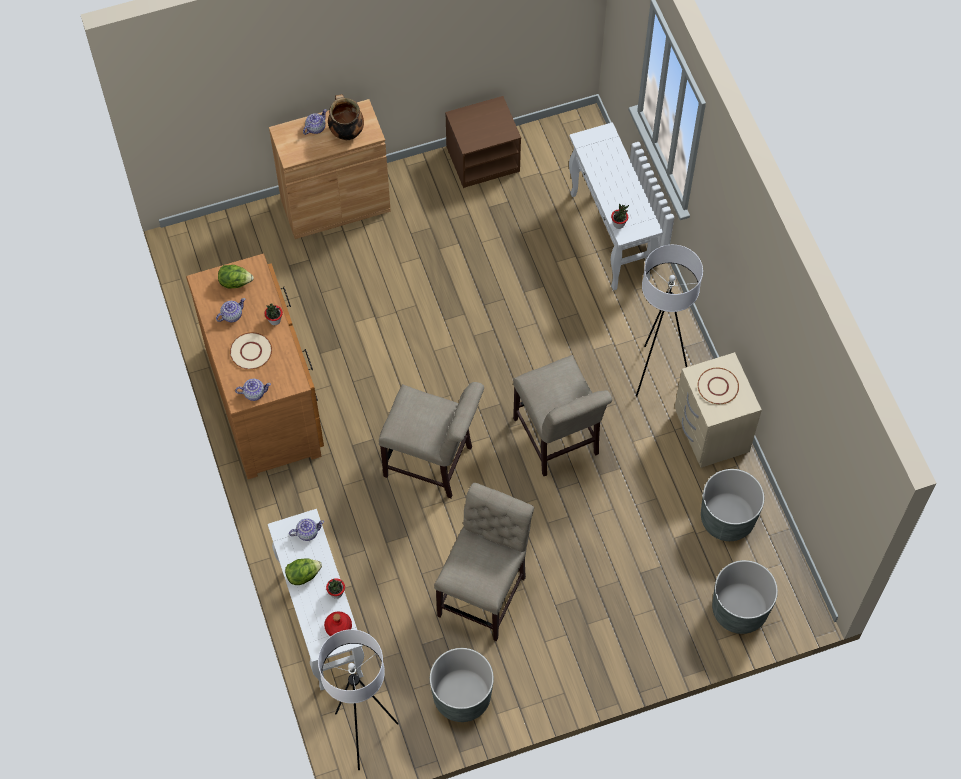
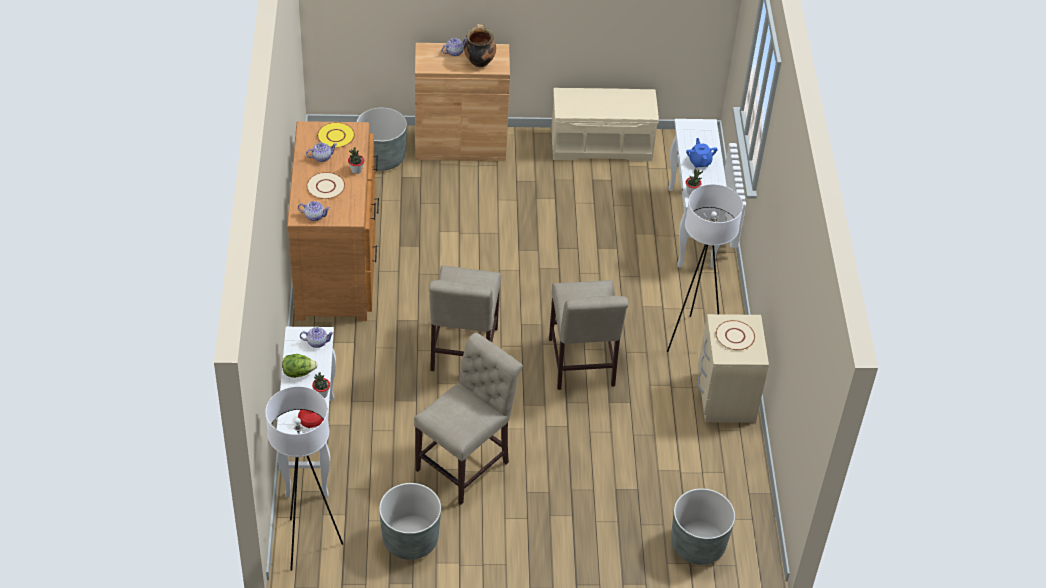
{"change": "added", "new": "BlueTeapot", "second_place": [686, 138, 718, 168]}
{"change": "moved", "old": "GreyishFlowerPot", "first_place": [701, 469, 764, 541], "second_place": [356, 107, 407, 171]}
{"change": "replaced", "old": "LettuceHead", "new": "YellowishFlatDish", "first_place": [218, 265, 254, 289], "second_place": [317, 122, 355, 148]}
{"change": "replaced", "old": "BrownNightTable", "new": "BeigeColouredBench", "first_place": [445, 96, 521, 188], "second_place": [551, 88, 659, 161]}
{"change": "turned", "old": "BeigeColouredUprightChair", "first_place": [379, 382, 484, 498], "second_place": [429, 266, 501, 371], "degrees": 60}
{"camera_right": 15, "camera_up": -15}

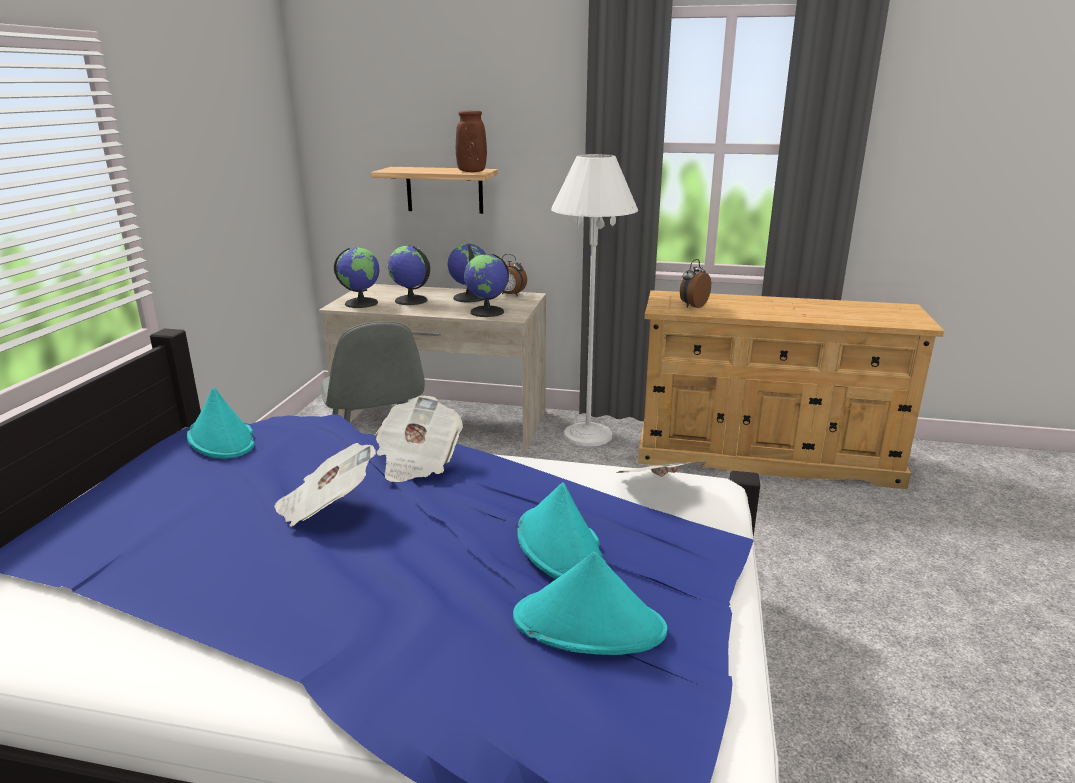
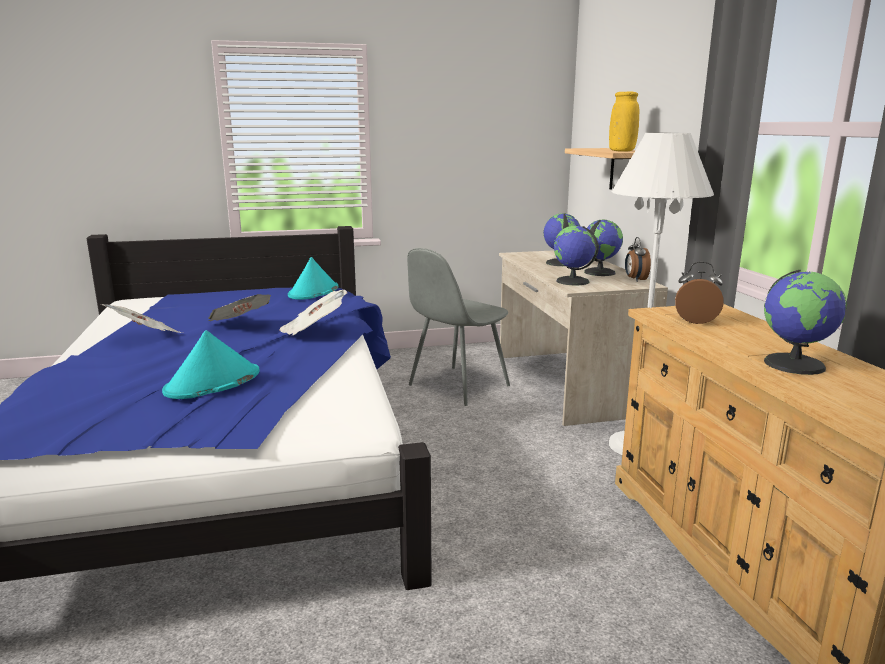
{"change": "removed", "old": "TurquoiseWearableHat", "first_place": [513, 552, 667, 655]}
{"change": "moved", "old": "WorldGlobe", "first_place": [334, 247, 379, 308], "second_place": [764, 270, 847, 375]}
{"change": "moved", "old": "DailyPaper", "first_place": [616, 462, 706, 477], "second_place": [100, 304, 182, 333]}
{"change": "recoloured", "old": "BrownFlowerVase", "new": "YellowishFlowerVase", "first_place": [456, 111, 487, 172], "second_place": [609, 92, 639, 152]}
{"camera_right": 65, "camera_up": -5}

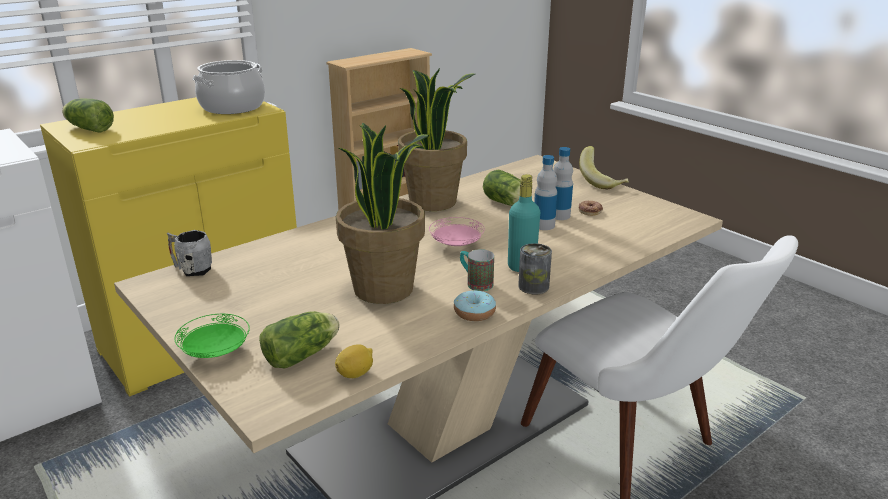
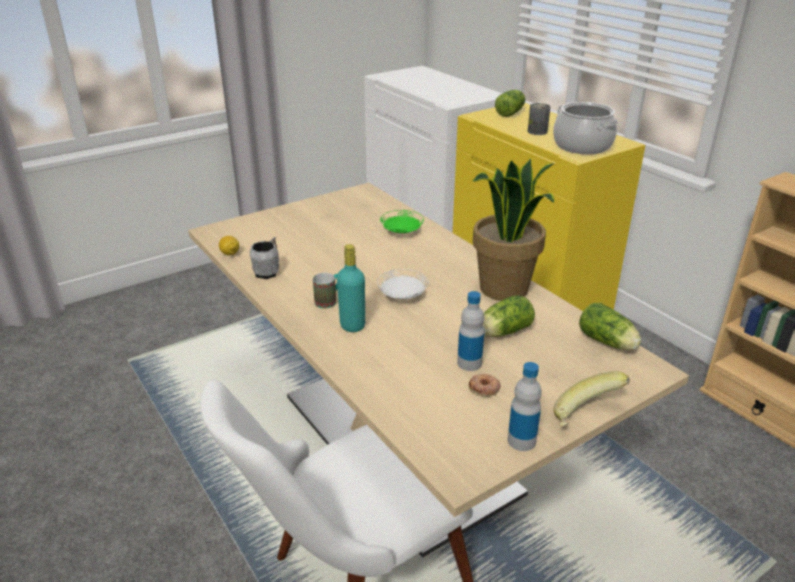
{"change": "removed", "old": "Houseplant", "first_place": [336, 122, 430, 304]}
{"change": "removed", "old": "Donut", "first_place": [454, 290, 496, 321]}
{"change": "moved", "old": "GreyishTeaMug", "first_place": [167, 230, 212, 276], "second_place": [250, 237, 279, 279]}
{"change": "moved", "old": "GreenishFlatDish", "first_place": [174, 314, 250, 358], "second_place": [380, 210, 424, 233]}
{"change": "moved", "old": "LettuceHead", "first_place": [259, 311, 340, 368], "second_place": [579, 303, 642, 351]}
{"change": "moved", "old": "Can", "first_place": [518, 243, 552, 294], "second_place": [528, 103, 550, 135]}
{"change": "moved", "old": "Bottle", "first_place": [534, 155, 557, 230], "second_place": [508, 362, 542, 451]}
{"change": "recoloured", "old": "PinkishFlatDish", "new": "WhiteFlatDish", "first_place": [429, 217, 485, 246], "second_place": [377, 269, 428, 299]}
{"camera_right": 95, "camera_up": 5}

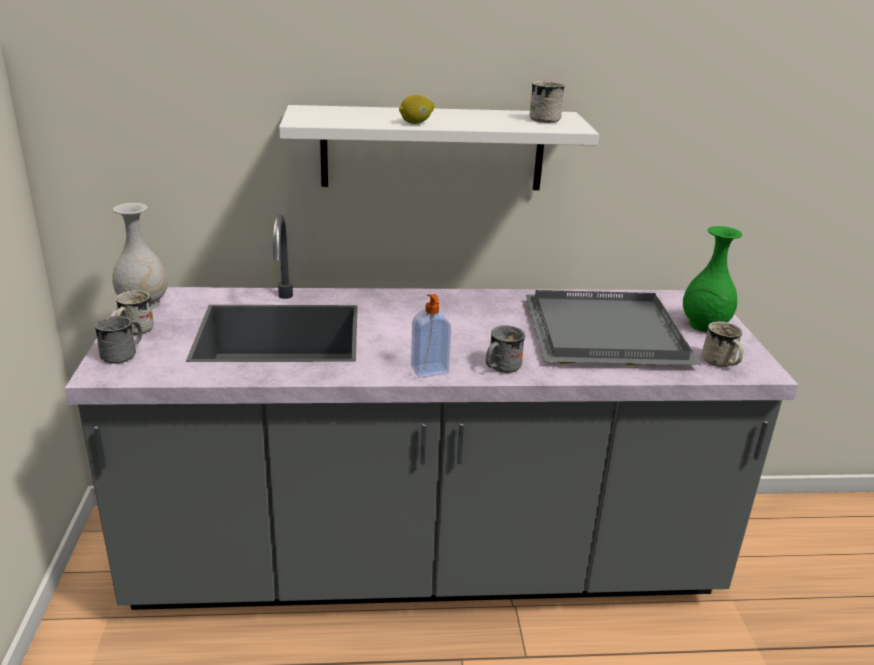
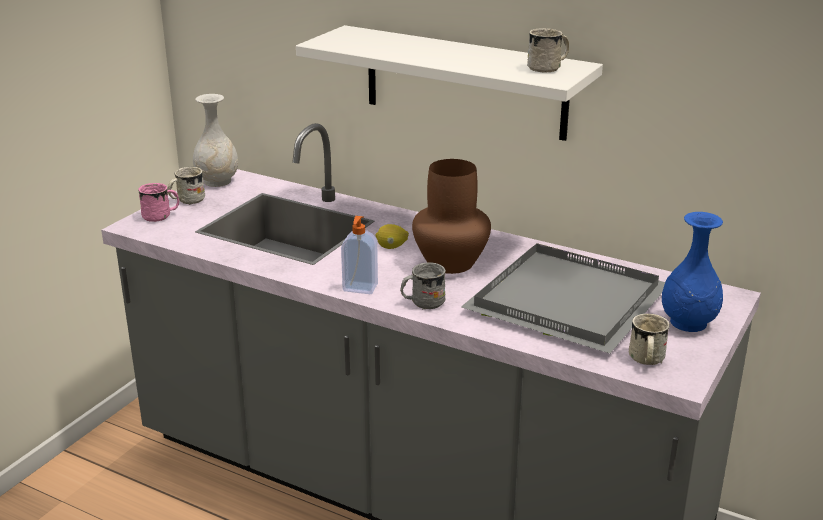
{"change": "added", "new": "BrownFlowerVase", "second_place": [412, 159, 491, 274]}
{"change": "moved", "old": "WholeLemon", "first_place": [399, 95, 434, 124], "second_place": [375, 224, 409, 249]}
{"change": "recoloured", "old": "GreyishTeaMug", "new": "PinkishTeaMug", "first_place": [95, 316, 142, 364], "second_place": [138, 183, 180, 222]}
{"change": "recoloured", "old": "GreenishFlowerVase", "new": "BlueFlowerVase", "first_place": [683, 226, 742, 332], "second_place": [662, 212, 723, 332]}
{"camera_right": 35, "camera_up": 0}

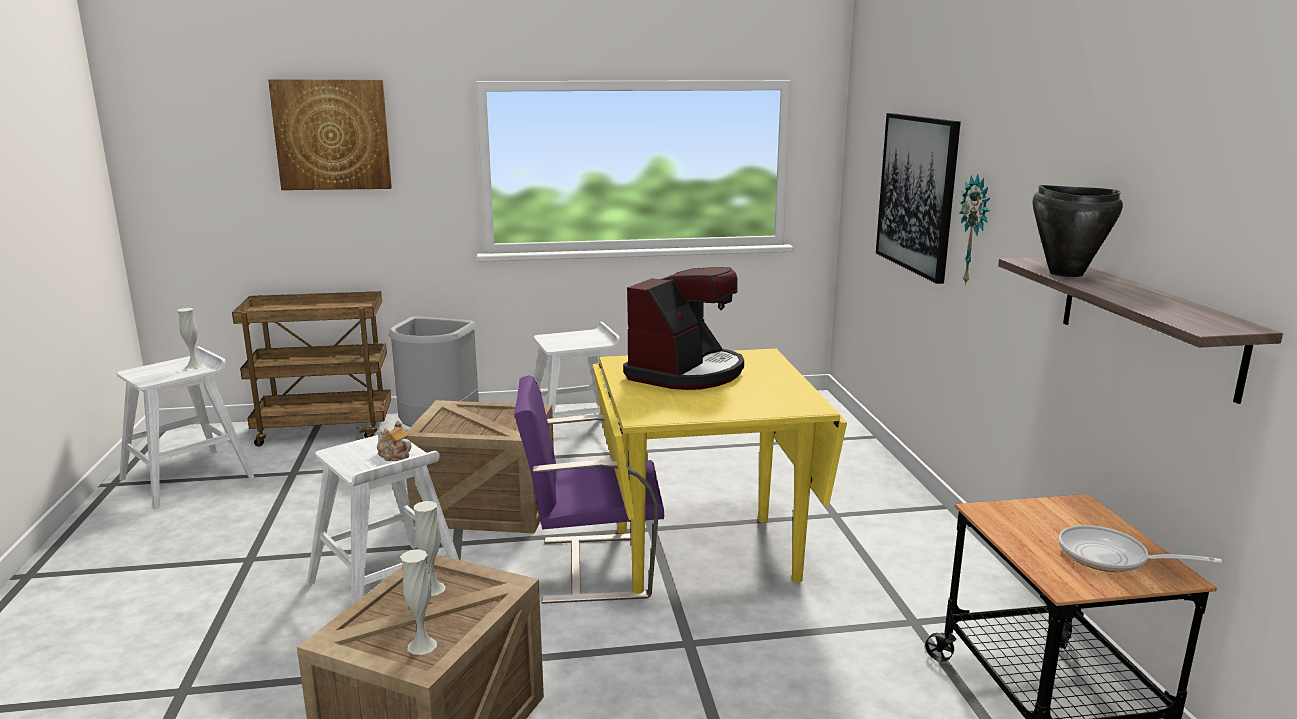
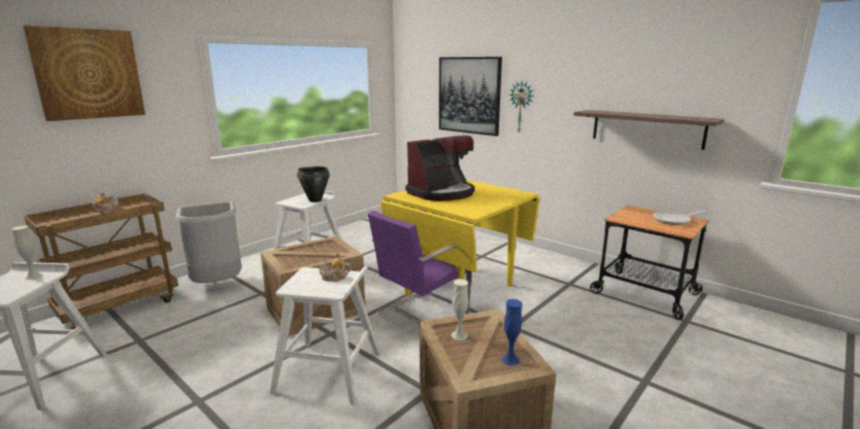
{"change": "added", "new": "Teapot", "second_place": [92, 192, 119, 213]}
{"change": "moved", "old": "BlackCookingPot", "first_place": [1033, 185, 1123, 277], "second_place": [297, 166, 330, 202]}
{"change": "recoloured", "old": "WhiteFlowerVase", "new": "BlueFlowerVase", "first_place": [401, 549, 437, 655], "second_place": [501, 299, 522, 366]}
{"change": "turned", "old": "CoffeeBrewer", "first_place": [623, 267, 744, 390], "second_place": [405, 136, 475, 201], "degrees": 60}
{"camera_right": -40, "camera_up": 0}

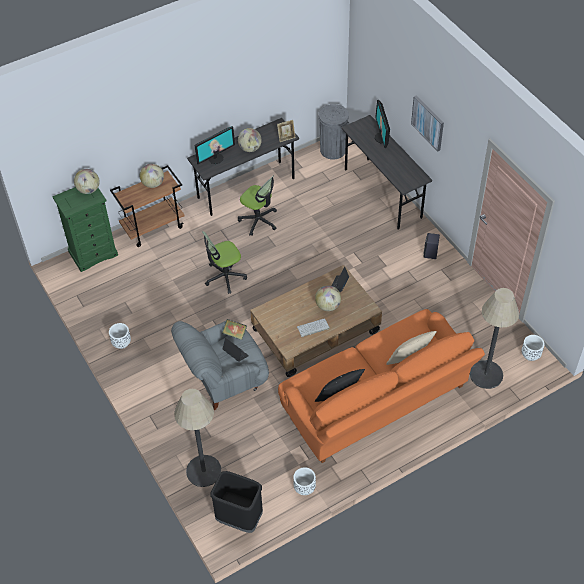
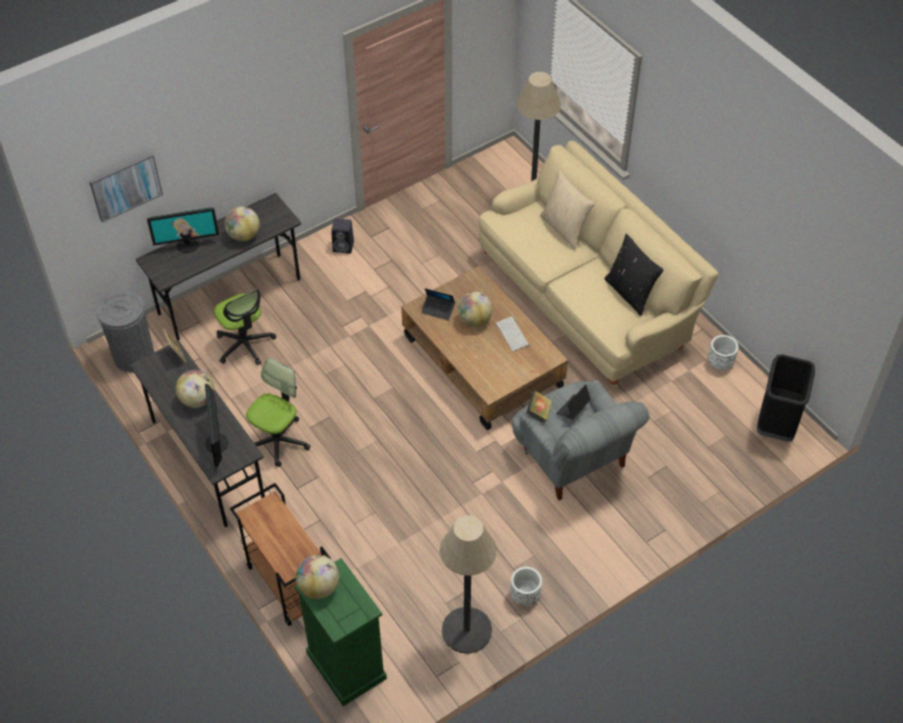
{"change": "removed", "old": "WhiteFlowerPot", "first_place": [521, 335, 544, 361]}
{"change": "moved", "old": "WorldGlobe", "first_place": [140, 164, 164, 188], "second_place": [225, 207, 260, 241]}
{"change": "moved", "old": "StandingLamp", "first_place": [174, 389, 222, 487], "second_place": [439, 515, 497, 654]}
{"change": "moved", "old": "ComputerChair", "first_place": [202, 231, 247, 294], "second_place": [214, 289, 276, 365]}
{"change": "moved", "old": "WallArt", "first_place": [411, 96, 444, 151], "second_place": [89, 153, 163, 222]}
{"change": "recoloured", "old": "OrangeySofa", "new": "BeigeColouredSofa", "first_place": [278, 309, 485, 463], "second_place": [478, 141, 718, 386]}
{"change": "turned", "old": "ComputerScreen", "first_place": [195, 126, 235, 164], "second_place": [205, 384, 228, 467], "degrees": -150}
{"camera_right": -95, "camera_up": 0}

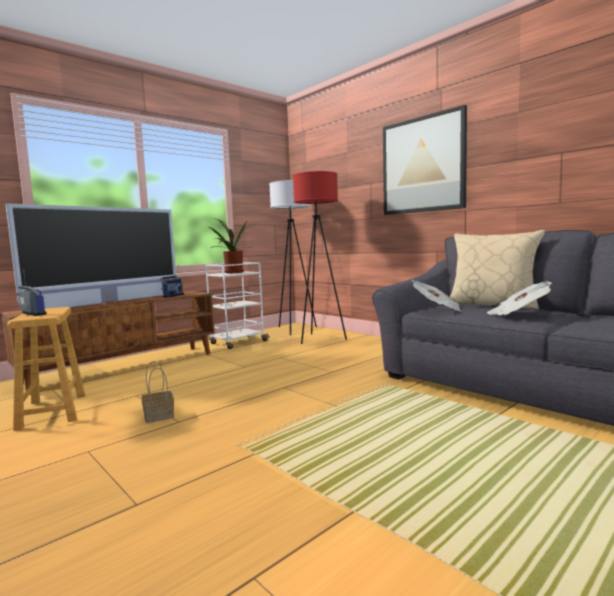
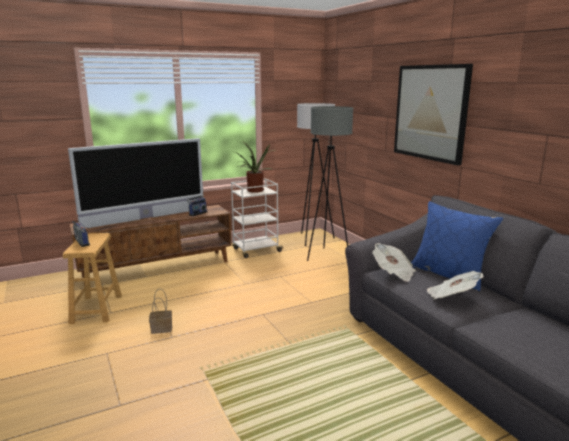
{"change": "recoloured", "old": "ReddishStandingLamp", "new": "GreyishStandingLamp", "first_place": [293, 171, 347, 344], "second_place": [307, 106, 354, 261]}
{"change": "recoloured", "old": "BeigeColouredThrowPillow", "new": "BlueThrowPillow", "first_place": [450, 230, 545, 310], "second_place": [411, 201, 503, 292]}
{"camera_right": 15, "camera_up": 10}

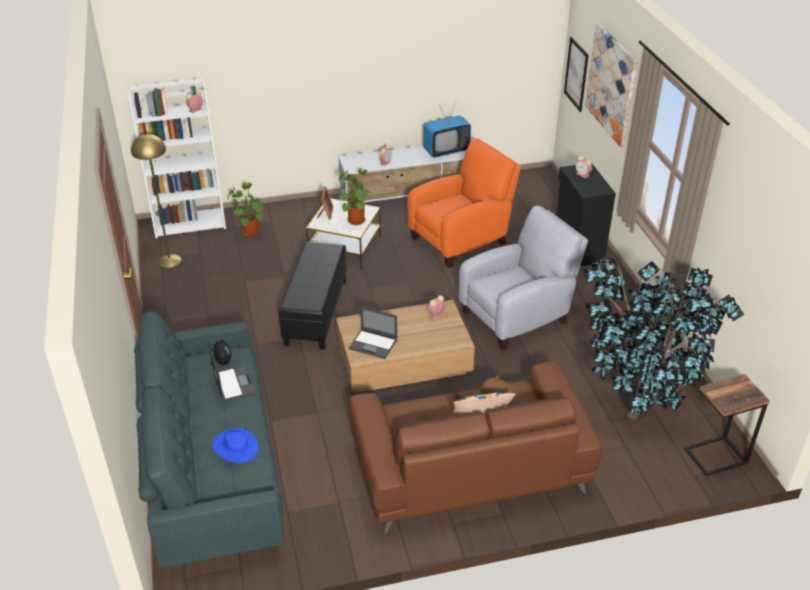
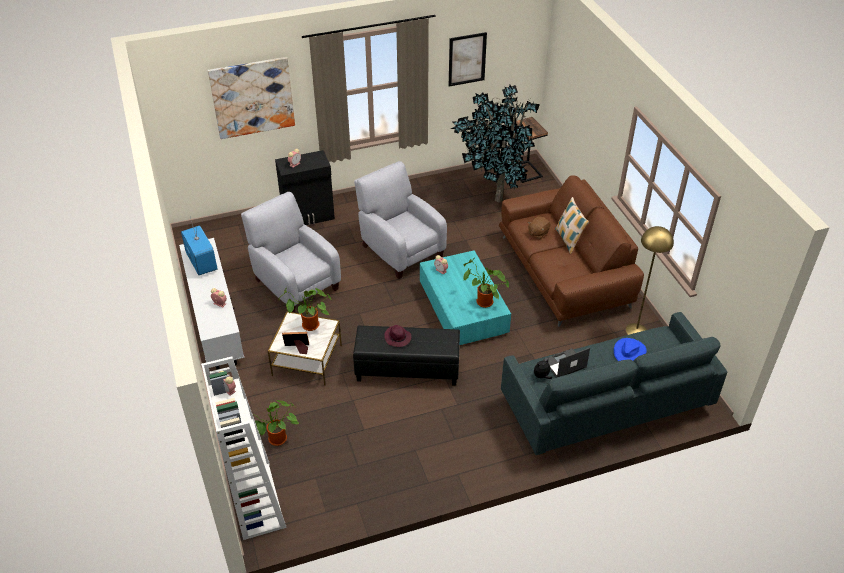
{"change": "added", "new": "PurpleWearableHat", "second_place": [384, 325, 411, 347]}
{"change": "moved", "old": "YellowishStandingLamp", "first_place": [131, 134, 181, 268], "second_place": [626, 226, 674, 335]}
{"change": "moved", "old": "WallArt", "first_place": [564, 37, 589, 112], "second_place": [449, 32, 487, 86]}
{"change": "replaced", "old": "Laptop", "new": "Houseplant", "first_place": [349, 306, 397, 359], "second_place": [463, 258, 509, 308]}
{"change": "recoloured", "old": "BrownLoungeTable", "new": "TurquoiseLoungeTable", "first_place": [336, 300, 475, 393], "second_place": [420, 250, 511, 345]}
{"change": "recoloured", "old": "OrangeyArmchair", "new": "GreyishArmchair", "first_place": [407, 138, 521, 268], "second_place": [241, 192, 341, 313]}
{"camera_right": -95, "camera_up": 5}

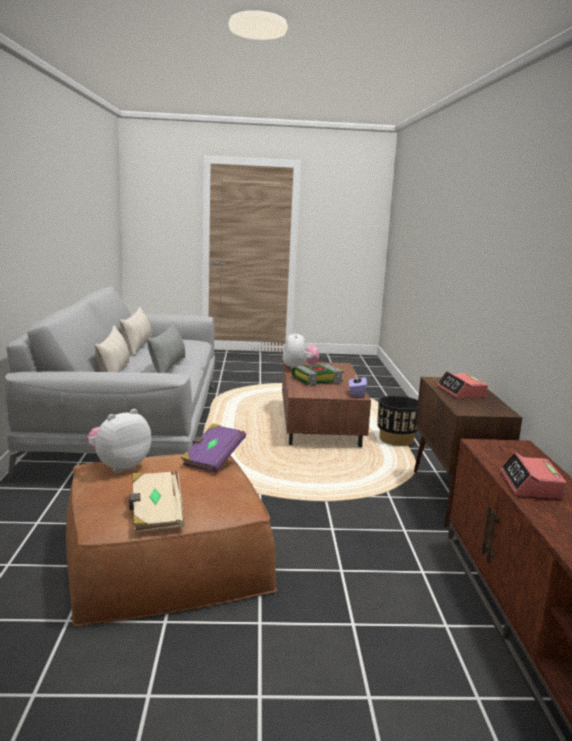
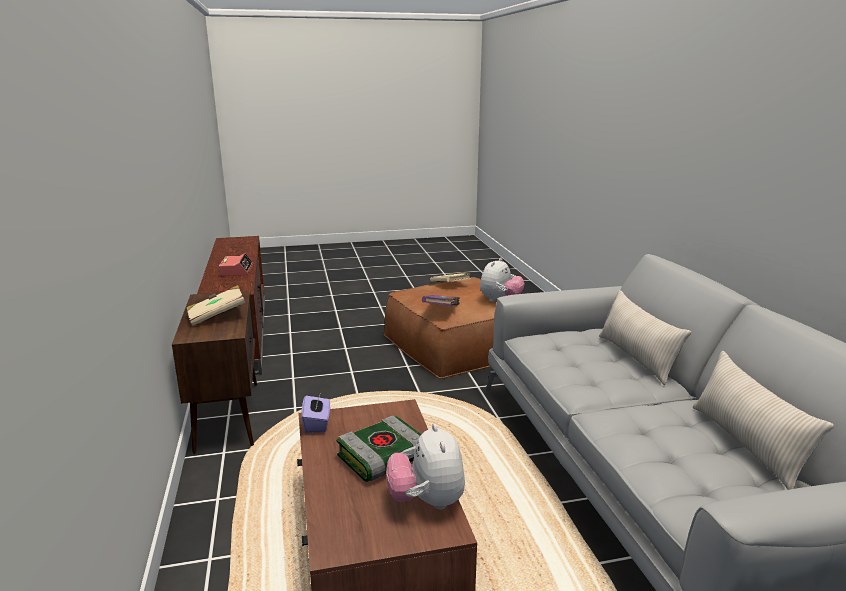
{"change": "removed", "old": "GreyishThrowPillow", "first_place": [147, 322, 185, 373]}
{"change": "removed", "old": "BlackFlowerPot", "first_place": [377, 395, 418, 446]}
{"change": "replaced", "old": "AlarmClock", "new": "BeigeColouredVolume", "first_place": [437, 371, 488, 398], "second_place": [186, 285, 246, 326]}
{"camera_right": 170, "camera_up": 5}

